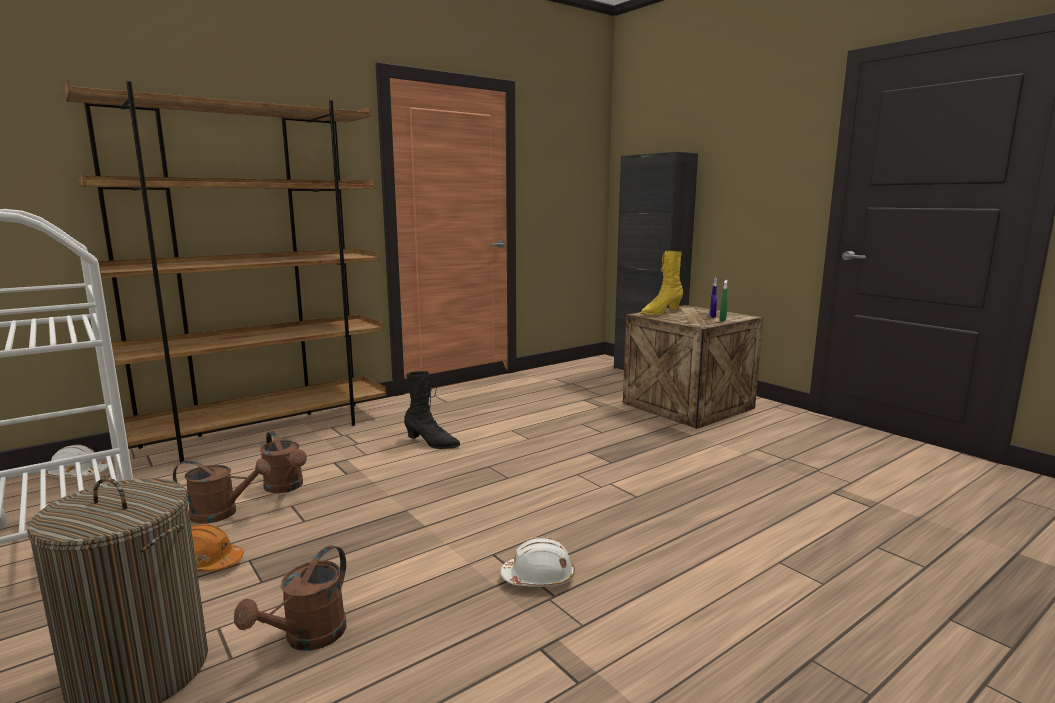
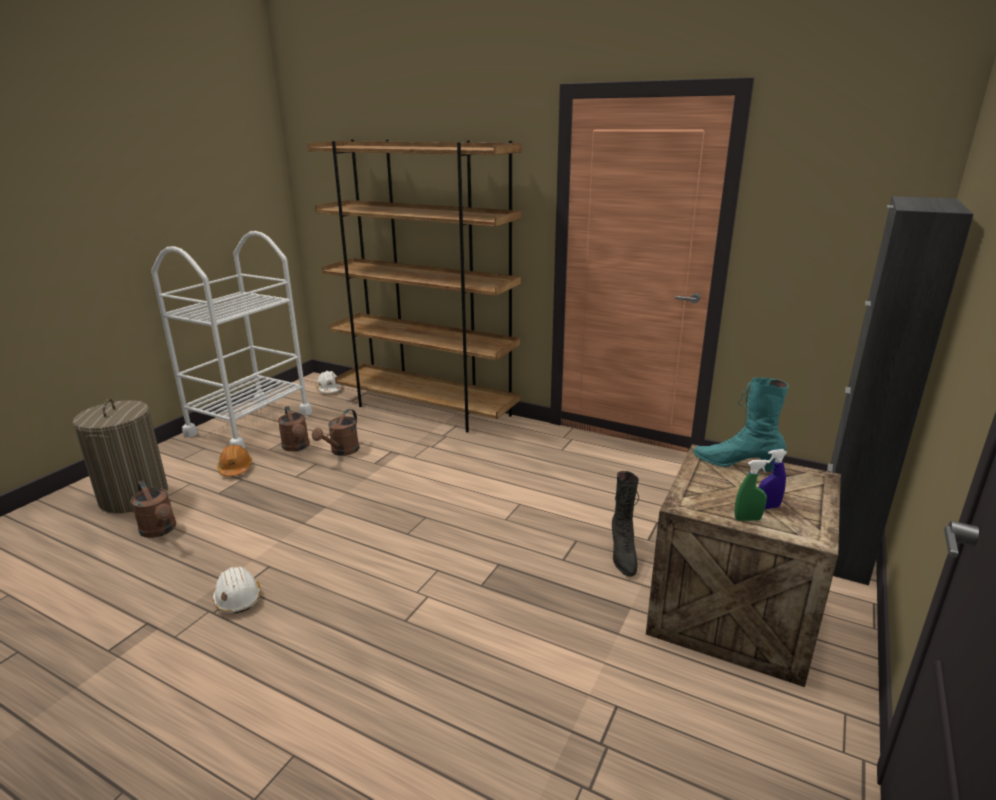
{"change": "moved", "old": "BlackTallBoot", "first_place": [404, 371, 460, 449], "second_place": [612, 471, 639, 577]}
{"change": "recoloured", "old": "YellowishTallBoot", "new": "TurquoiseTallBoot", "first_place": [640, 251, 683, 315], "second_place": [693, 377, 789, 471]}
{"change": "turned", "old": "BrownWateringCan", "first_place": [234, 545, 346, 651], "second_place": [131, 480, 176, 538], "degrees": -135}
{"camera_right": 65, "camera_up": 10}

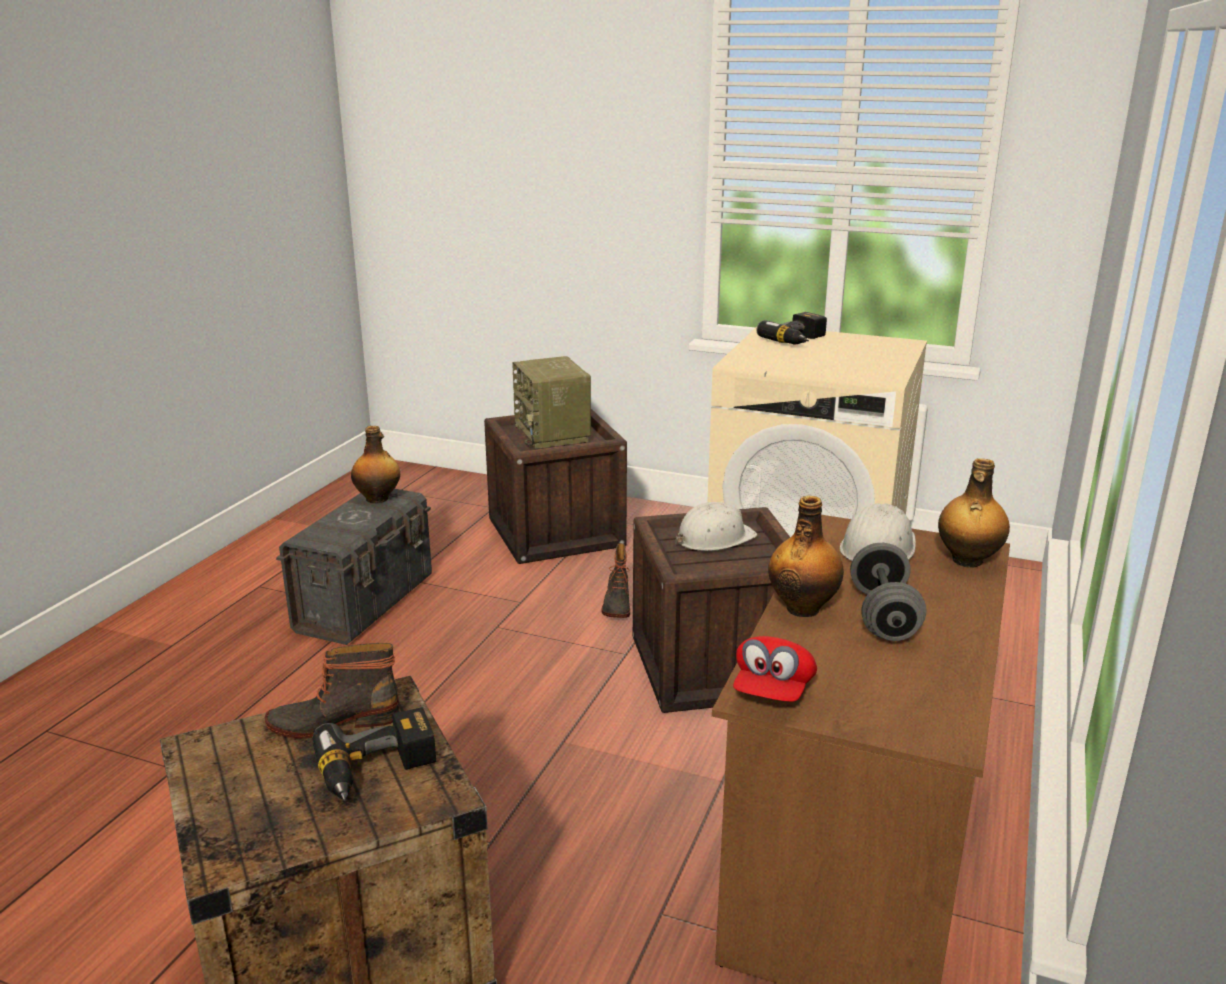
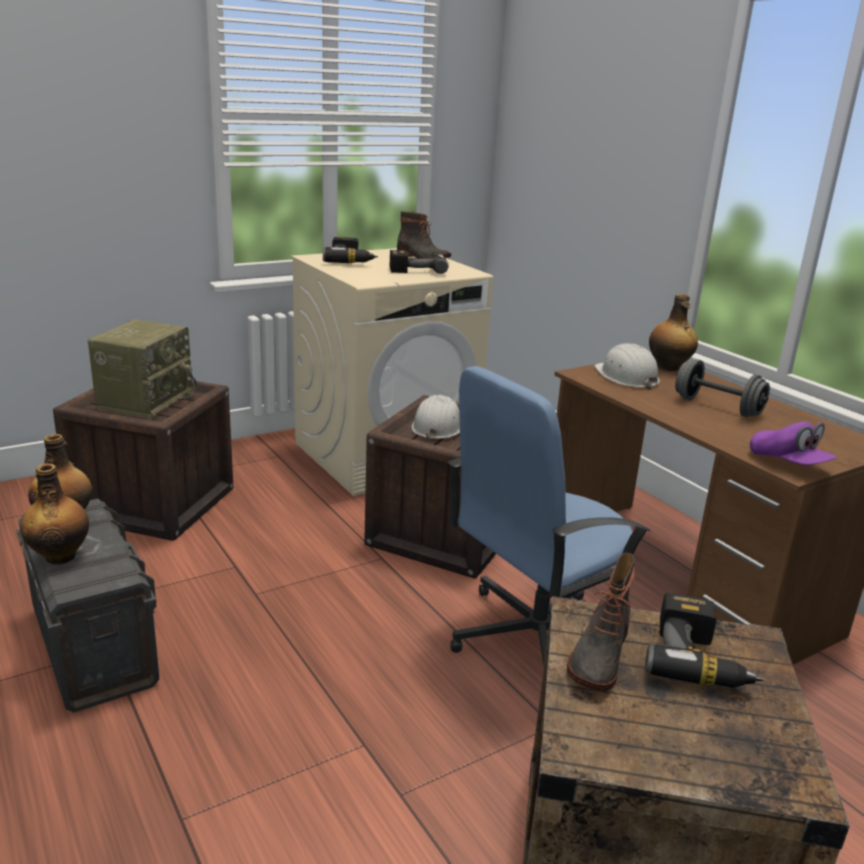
{"change": "added", "new": "PowerDrill", "second_place": [390, 250, 449, 274]}
{"change": "added", "new": "BlueComputerChair", "second_place": [448, 366, 651, 664]}
{"change": "moved", "old": "TallBoot", "first_place": [601, 543, 630, 618], "second_place": [397, 211, 451, 259]}
{"change": "moved", "old": "Bottle", "first_place": [768, 495, 844, 617], "second_place": [21, 463, 89, 564]}
{"change": "recoloured", "old": "ReddishBaseballCap", "new": "PurpleBaseballCap", "first_place": [733, 636, 817, 702], "second_place": [750, 421, 837, 465]}
{"change": "turned", "old": "RadioReceiver", "first_place": [512, 356, 591, 449], "second_place": [88, 319, 196, 420], "degrees": -90}
{"camera_right": -55, "camera_up": 0}

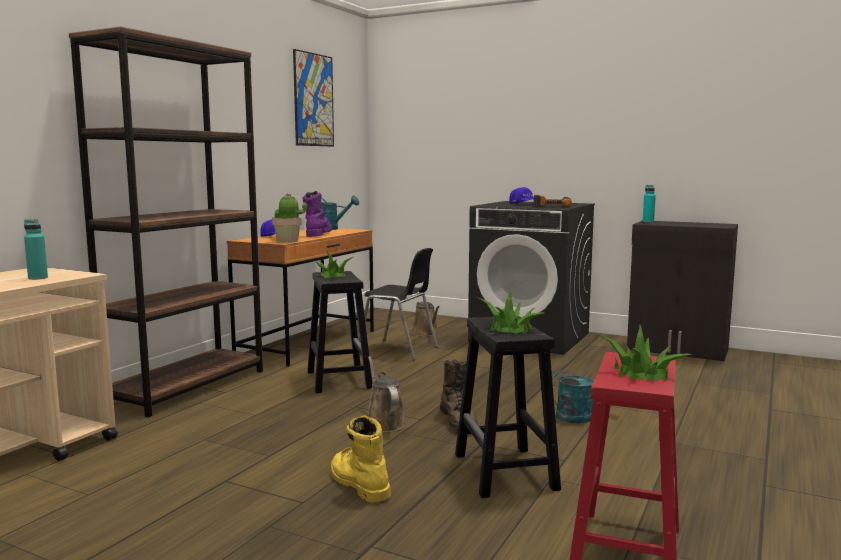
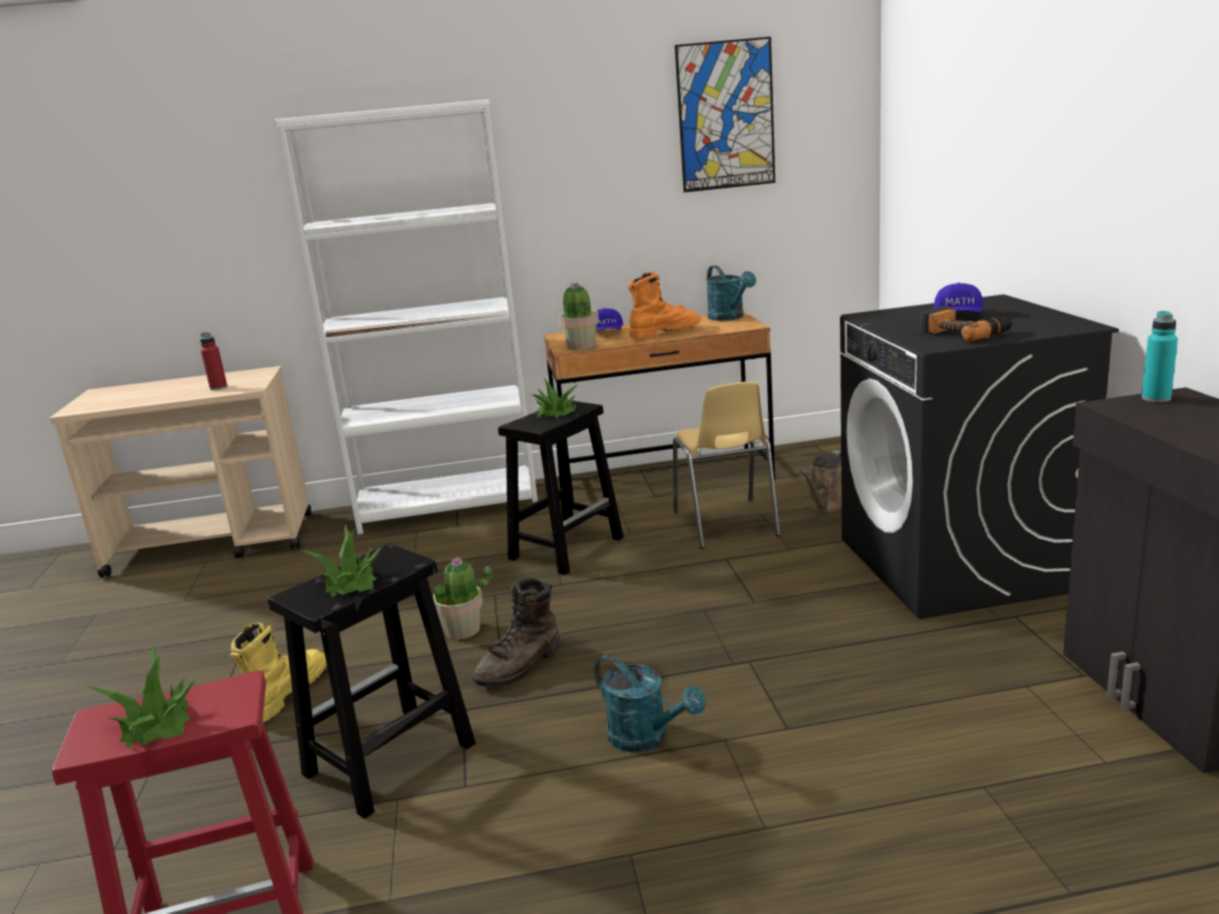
{"change": "replaced", "old": "BrownWateringCan", "new": "Houseplant", "first_place": [367, 356, 407, 432], "second_place": [433, 557, 492, 639]}
{"change": "recoloured", "old": "TurquoiseBottle", "new": "ReddishBottle", "first_place": [24, 219, 48, 280], "second_place": [200, 332, 228, 390]}
{"change": "recoloured", "old": "BrownShelvingUnit", "new": "WhiteShelvingUnit", "first_place": [69, 26, 263, 418], "second_place": [275, 99, 538, 535]}
{"change": "recoloured", "old": "PurpleTallBoot", "new": "OrangeyTallBoot", "first_place": [303, 191, 332, 237], "second_place": [628, 271, 701, 339]}
{"change": "recoloured", "old": "BlackUprightChair", "new": "YellowishUprightChair", "first_place": [359, 248, 438, 361], "second_place": [673, 382, 780, 549]}
{"camera_right": 55, "camera_up": 10}

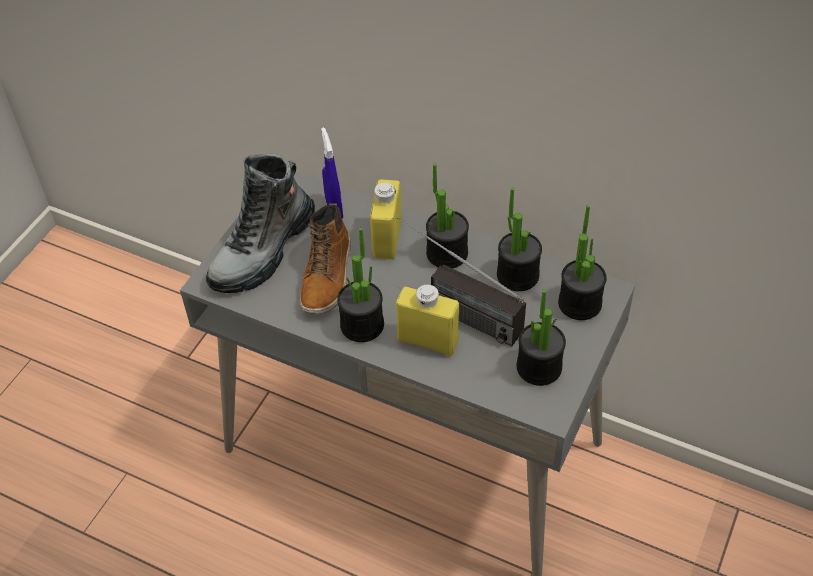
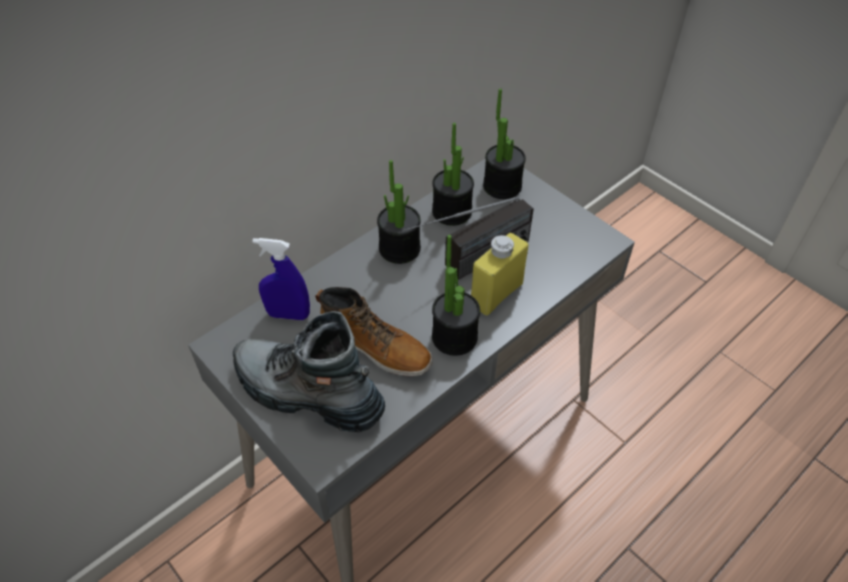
{"change": "removed", "old": "YellowishBottle", "first_place": [370, 179, 402, 259]}
{"change": "removed", "old": "Houseplant", "first_place": [516, 290, 566, 386]}
{"change": "turned", "old": "TallBoot", "first_place": [206, 153, 315, 293], "second_place": [233, 311, 385, 432], "degrees": 150}
{"camera_right": -70, "camera_up": 0}

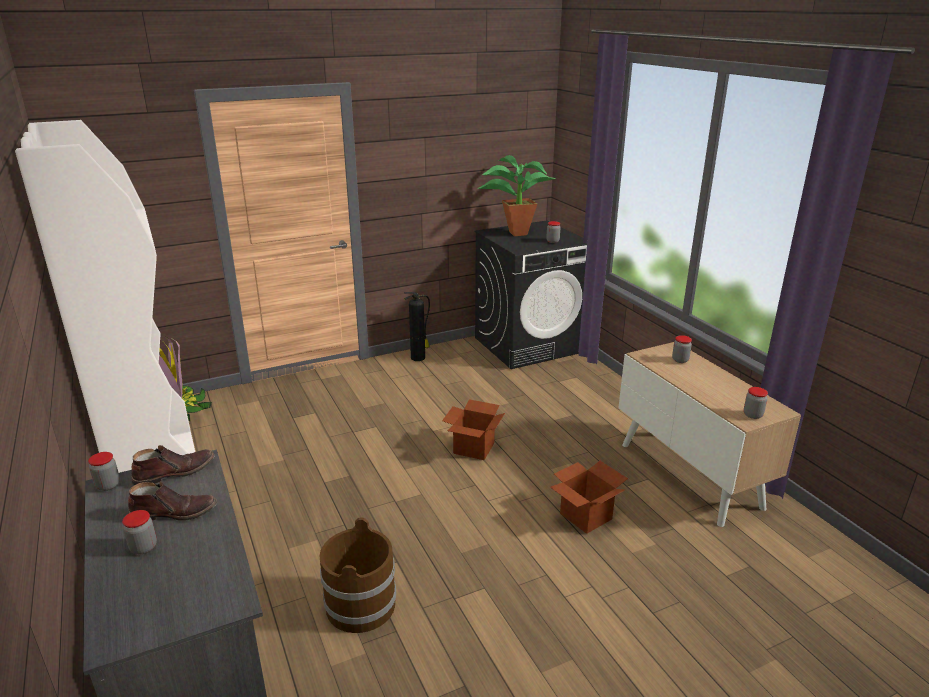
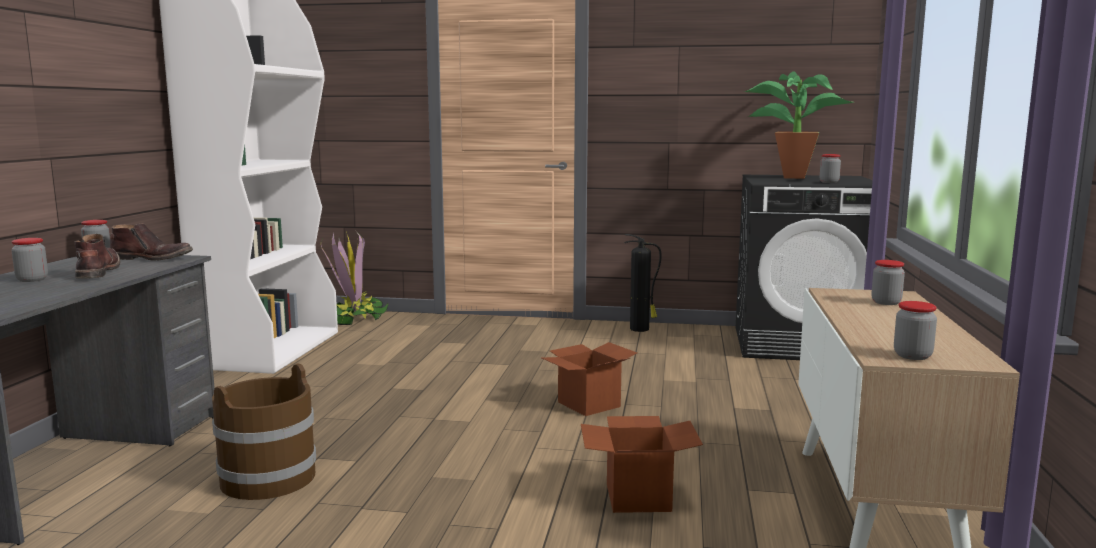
{"change": "turned", "old": "BrownTallBoot", "first_place": [128, 481, 217, 521], "second_place": [75, 234, 120, 278], "degrees": -135}
{"camera_right": 35, "camera_up": -15}

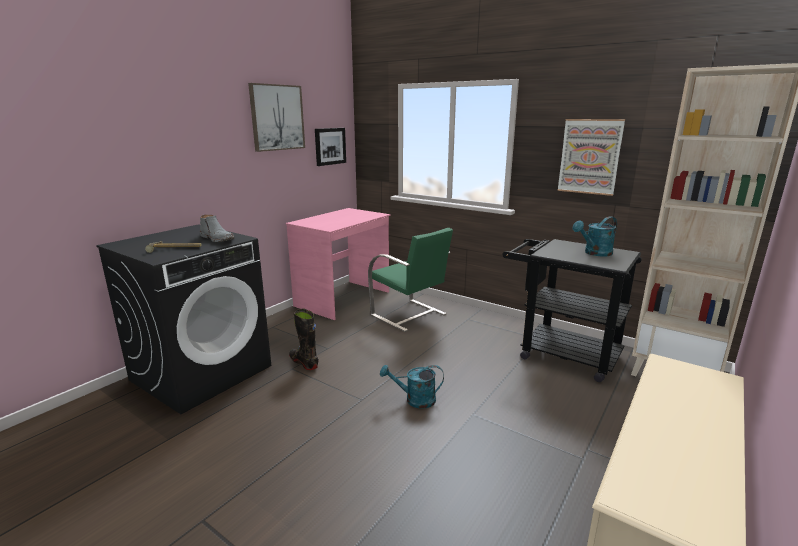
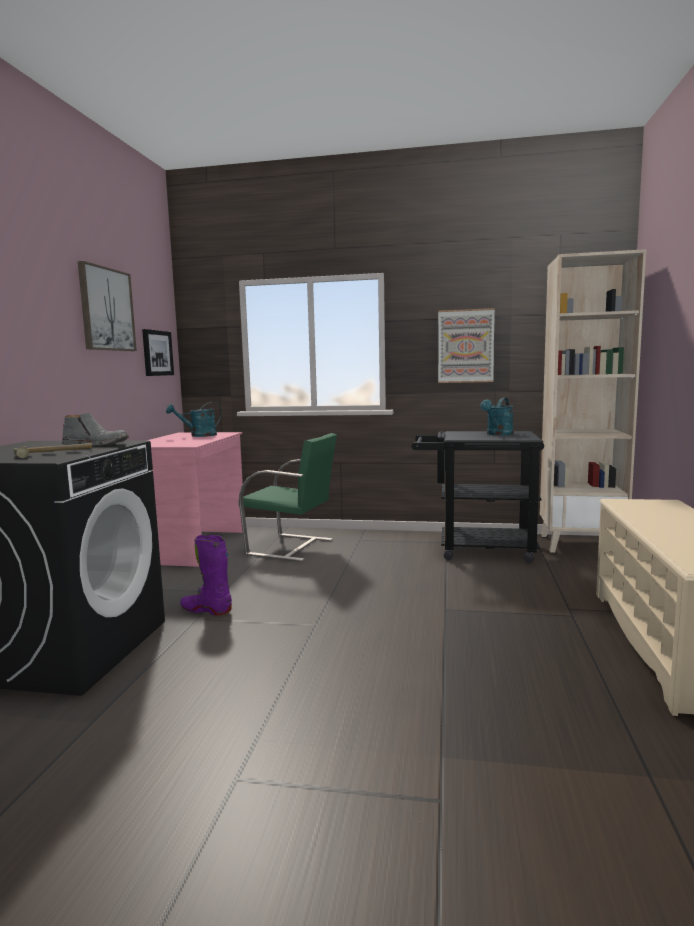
{"change": "moved", "old": "TurquoiseWateringCan", "first_place": [380, 365, 444, 409], "second_place": [166, 402, 222, 437]}
{"change": "recoloured", "old": "BlackTallBoot", "new": "PurpleTallBoot", "first_place": [289, 309, 319, 370], "second_place": [180, 535, 232, 615]}
{"camera_right": -25, "camera_up": -10}

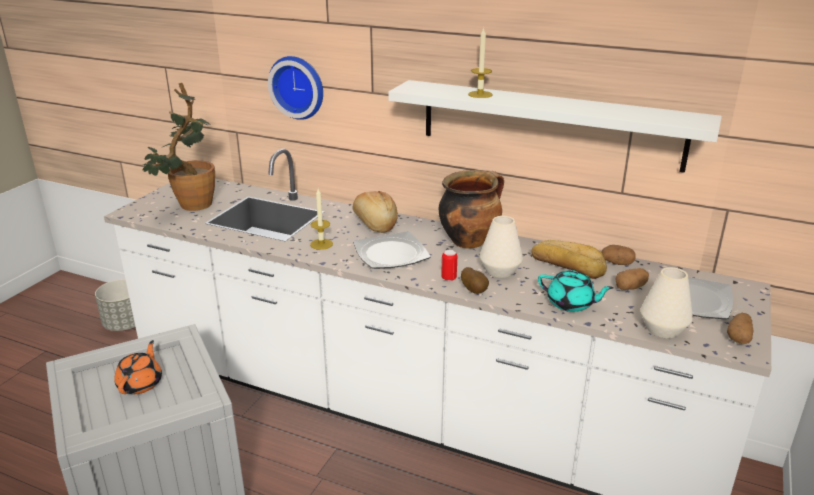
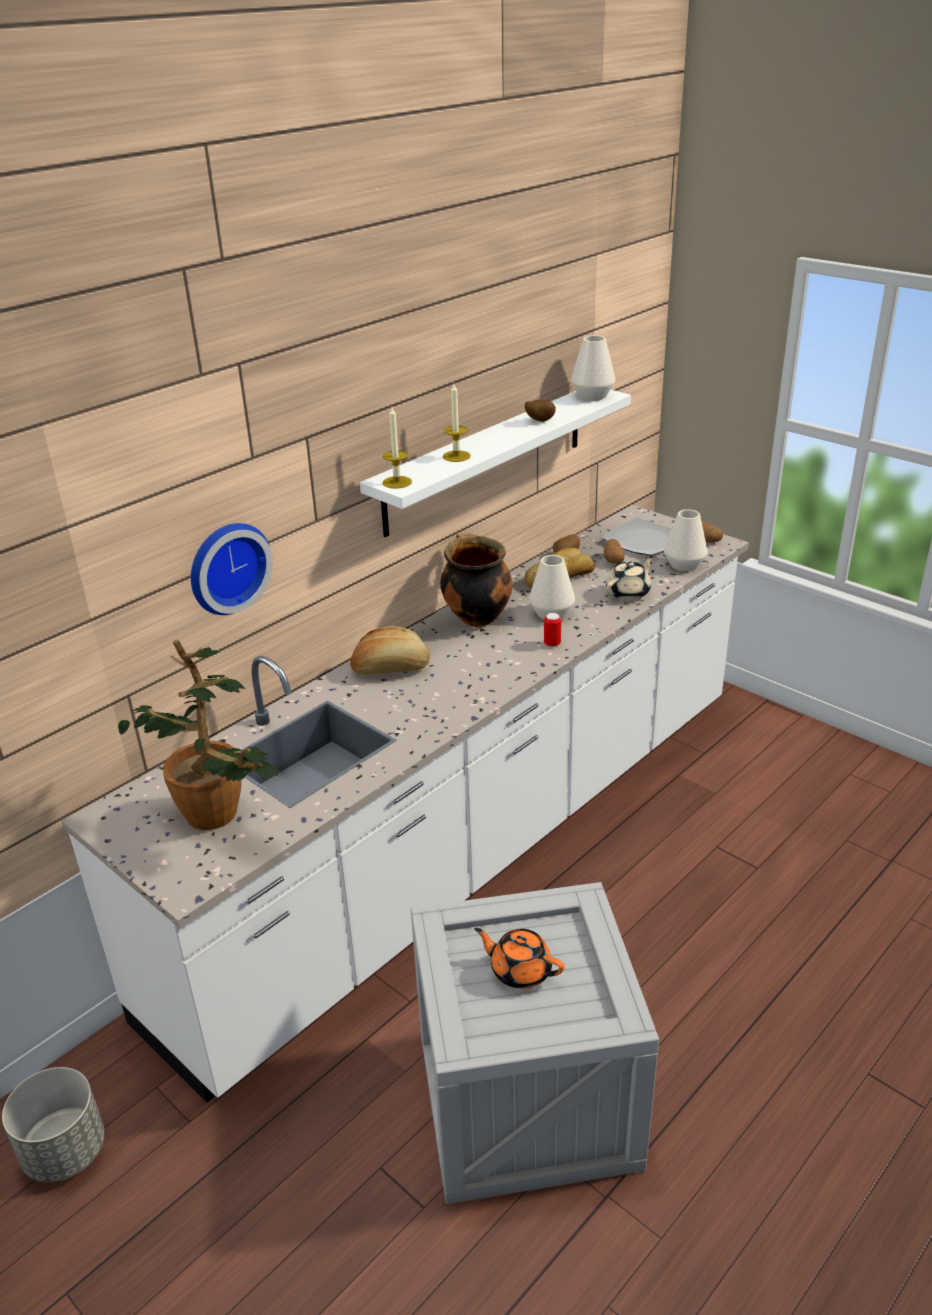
{"change": "removed", "old": "FlatDish", "first_place": [353, 231, 431, 269]}
{"change": "added", "new": "WhiteFlowerVase", "second_place": [571, 335, 615, 401]}
{"change": "moved", "old": "WaxCandle", "first_place": [310, 189, 333, 250], "second_place": [383, 407, 412, 489]}
{"change": "moved", "old": "WholePotato", "first_place": [461, 267, 489, 294], "second_place": [525, 399, 556, 422]}
{"change": "recoloured", "old": "TurquoiseTeapot", "new": "BeigeColouredTeapot", "first_place": [538, 270, 614, 312], "second_place": [606, 556, 653, 601]}
{"camera_right": -70, "camera_up": 5}

